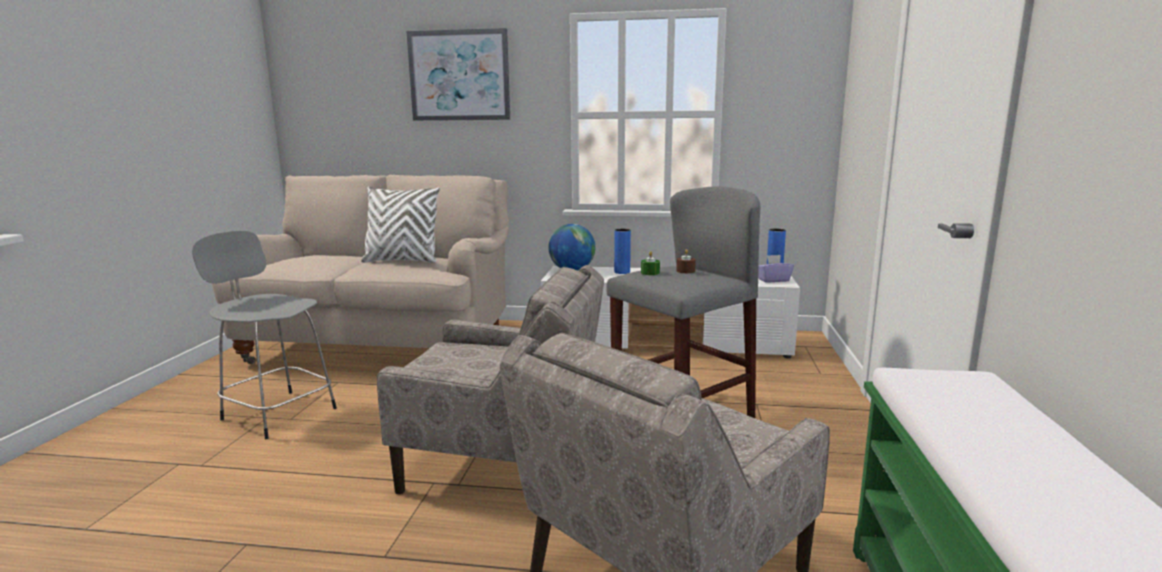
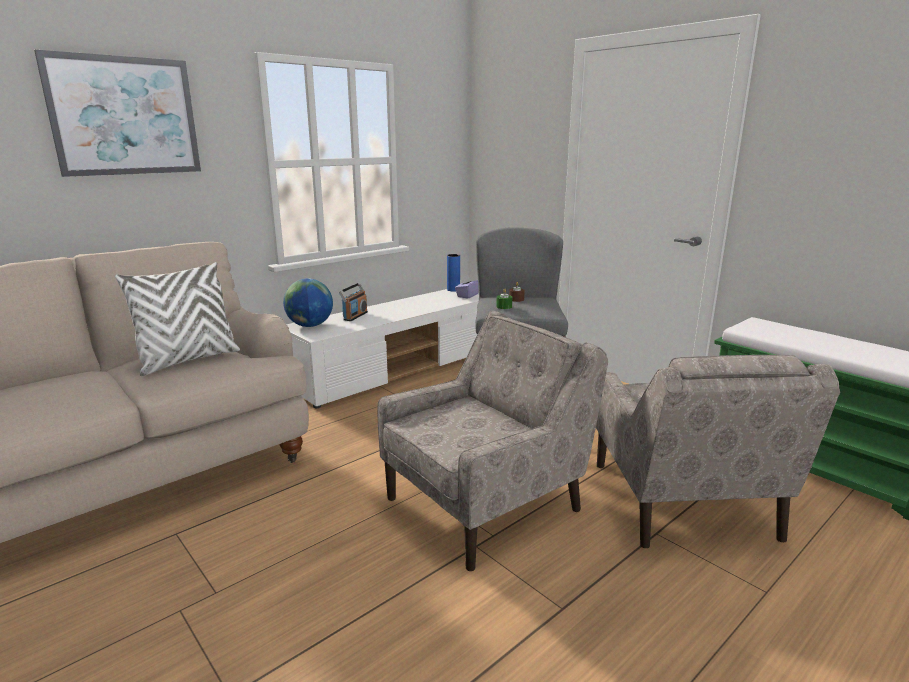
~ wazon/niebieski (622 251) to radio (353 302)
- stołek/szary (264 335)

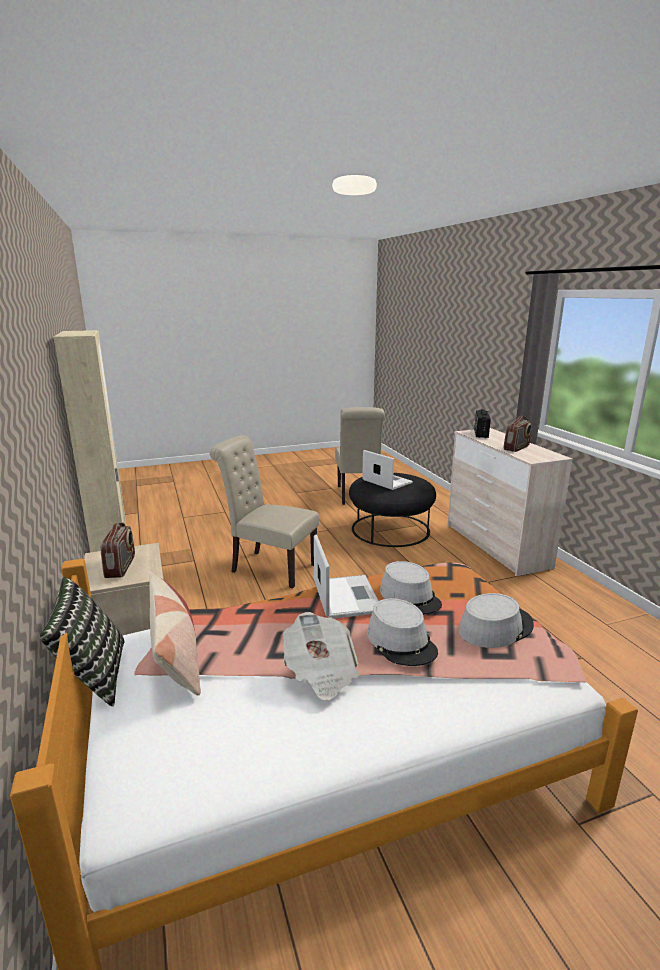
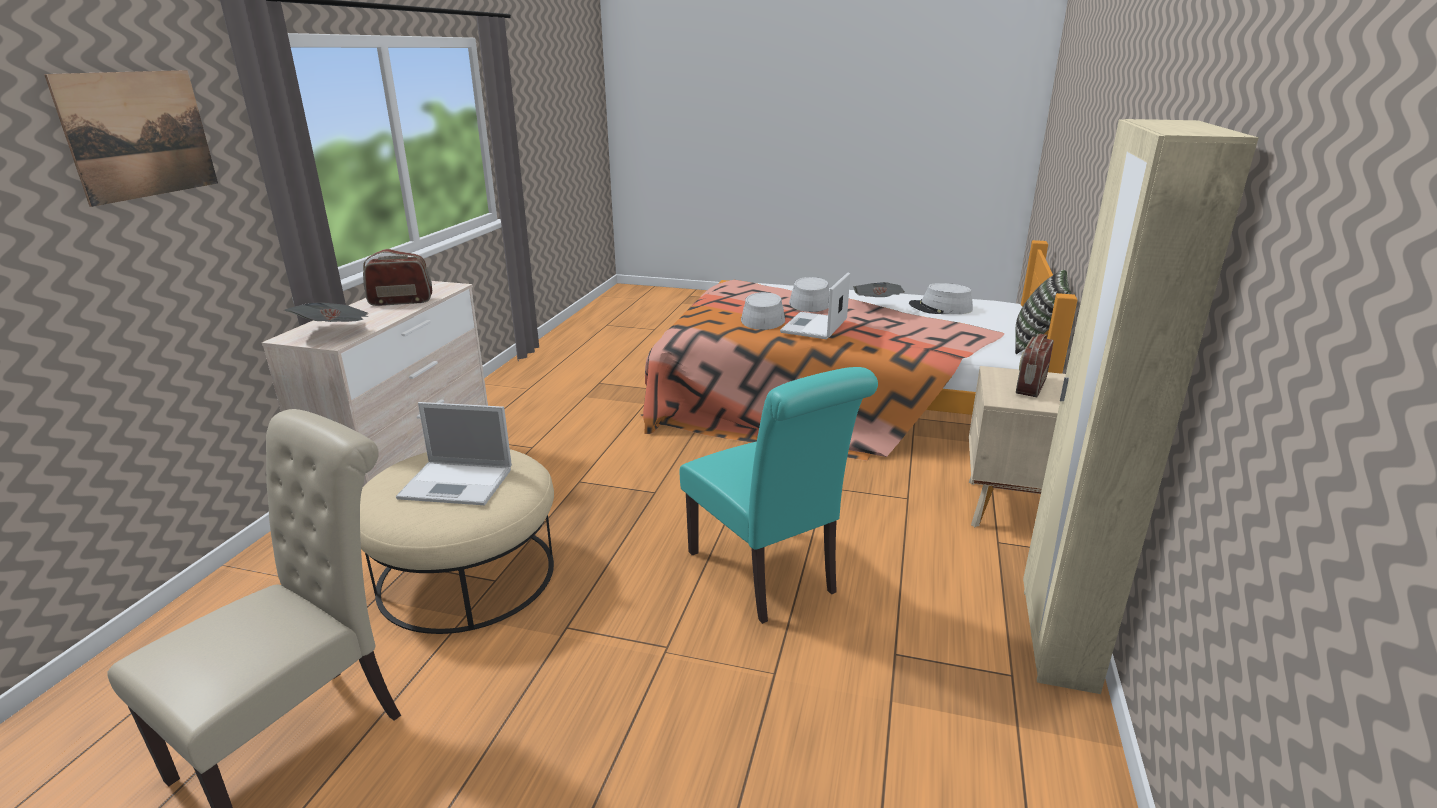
~ radio (482 423) to gazeta (326 312)
~ krzesło/beżowy (264 511) to krzesło/turkusowy (779 495)
~ laptop (387 470) = (454 453) 75 degrees counterclockwise
~ pufa/czarny (392 510) to pufa/beżowy (457 541)
- poduszka (175 634)
~ kapelusz/szary (496 620) to (941 298)
+ obraz (131 138)

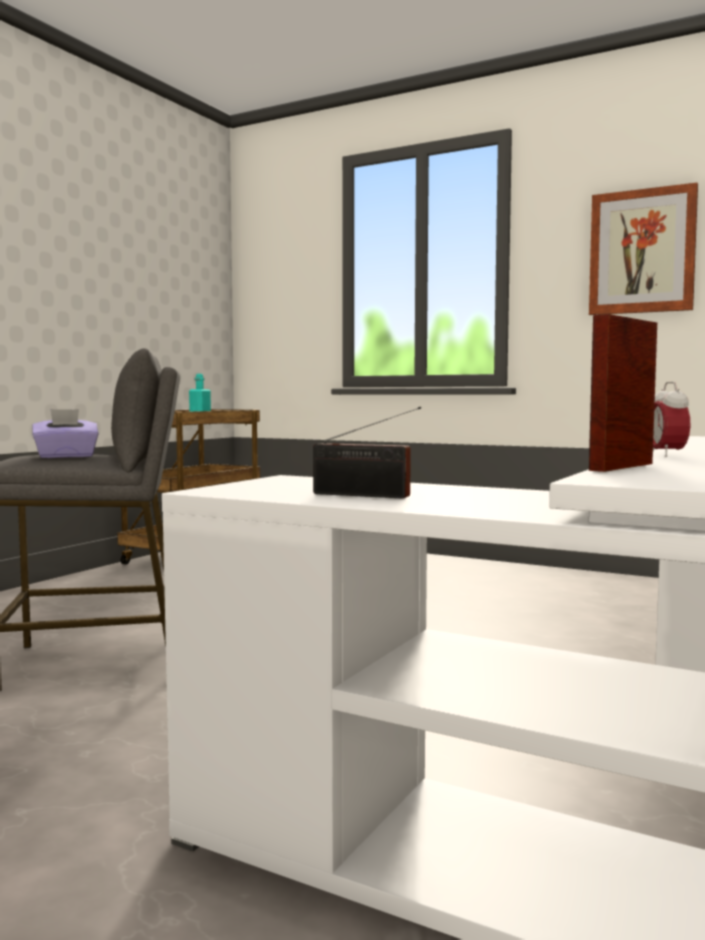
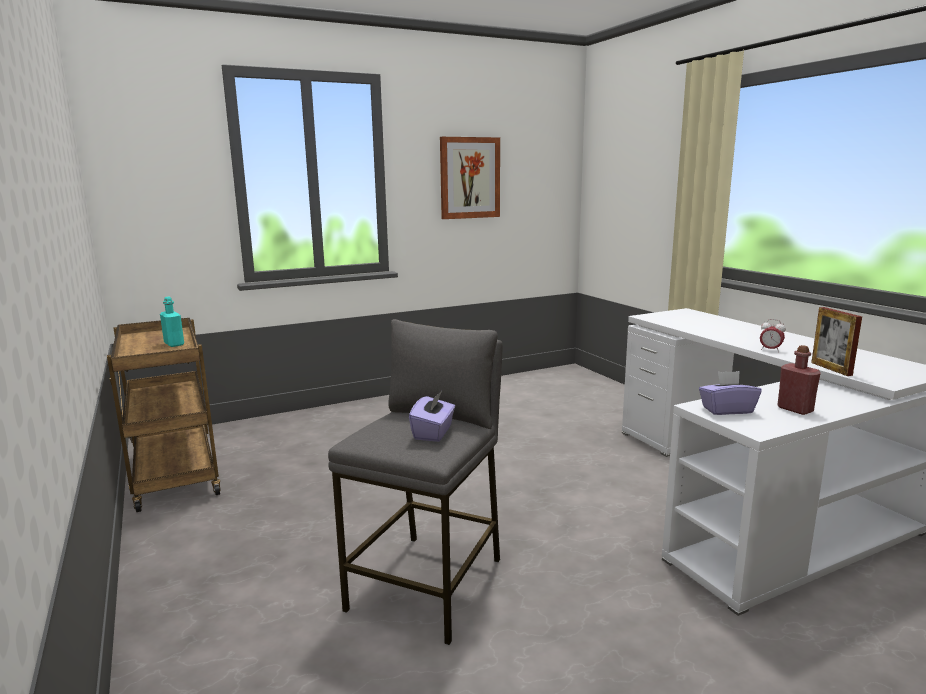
~ radio (367 453) to butelka/czerwony (799 380)
+ pudełko chusteczek/fioletowy (730 393)

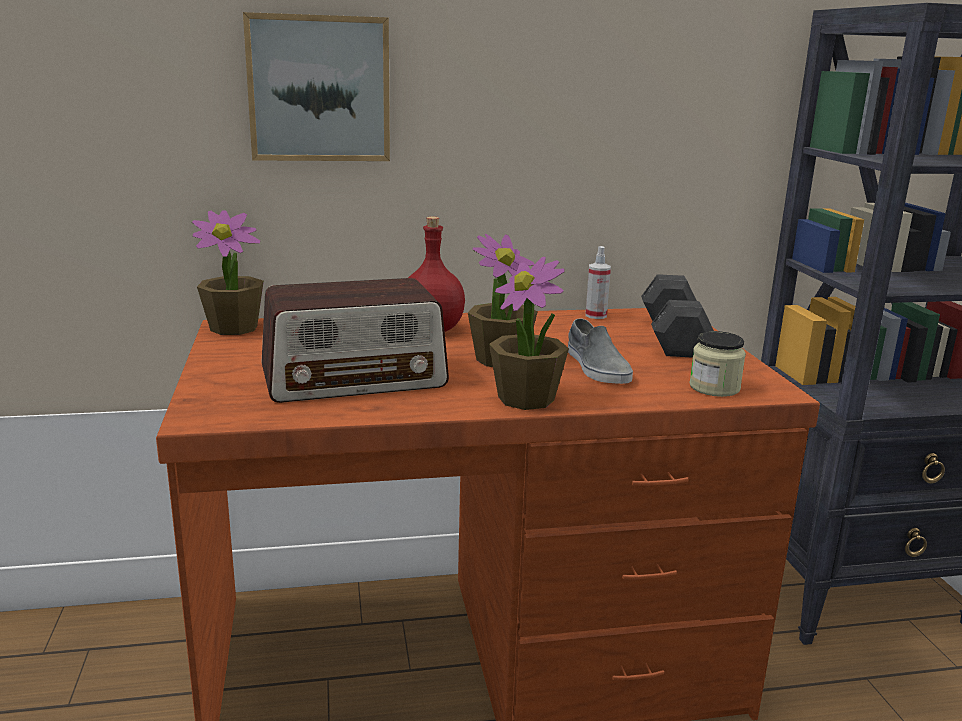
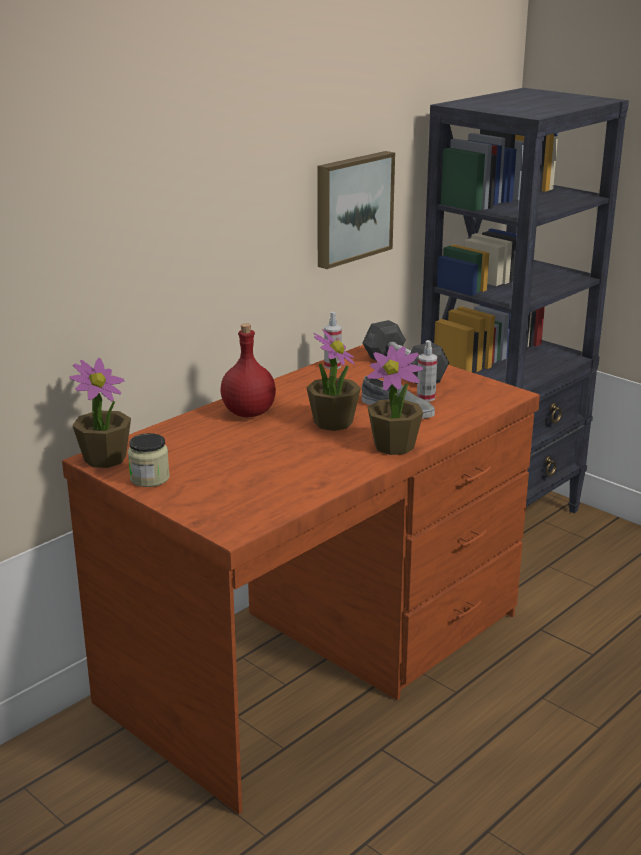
~ obraz (316 86) to (356 210)
- radio (355 340)
~ słoik (717 364) to (149 460)
+ spryskiwacz (427 370)

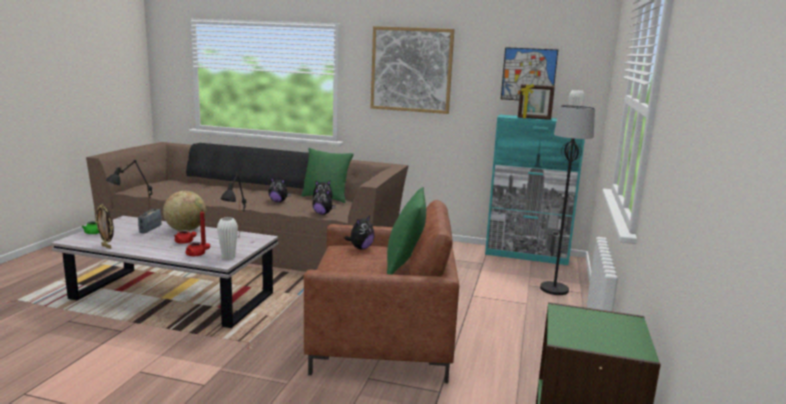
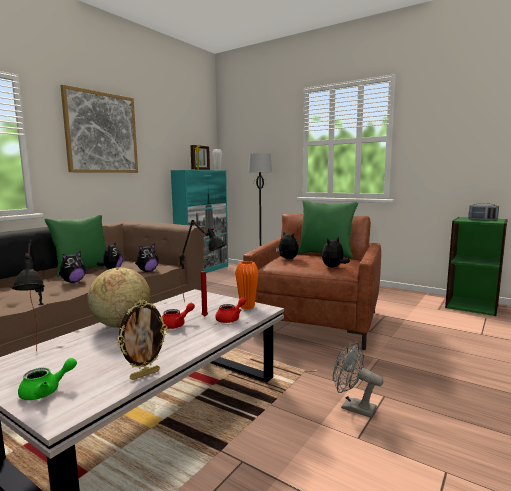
- obraz (529 73)
~ radio (150 221) to (483 212)
~ wazon/biały (227 238) to wazon/pomarańczowy (247 285)
+ pluszak (336 252)
+ wentylator/szary (358 380)

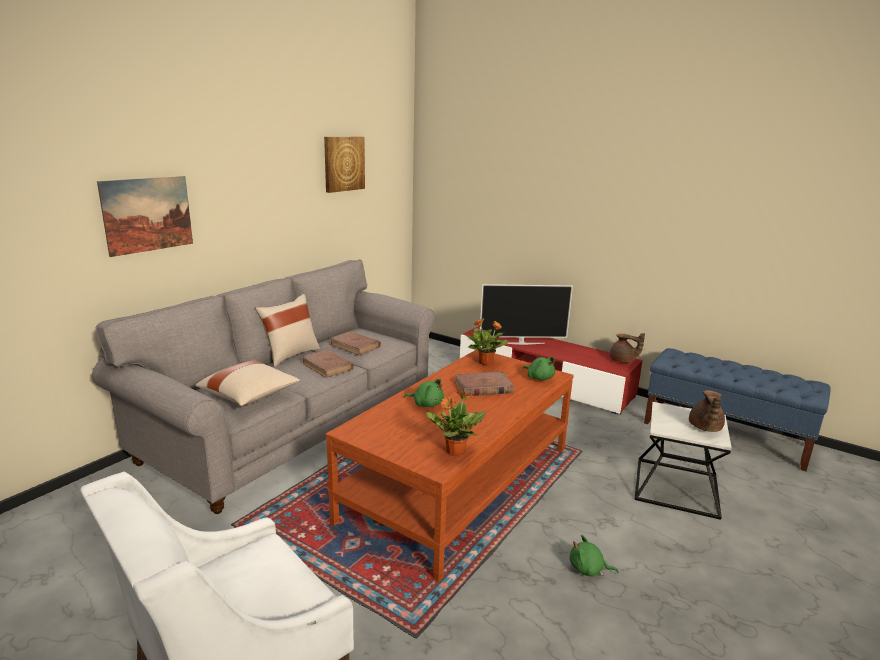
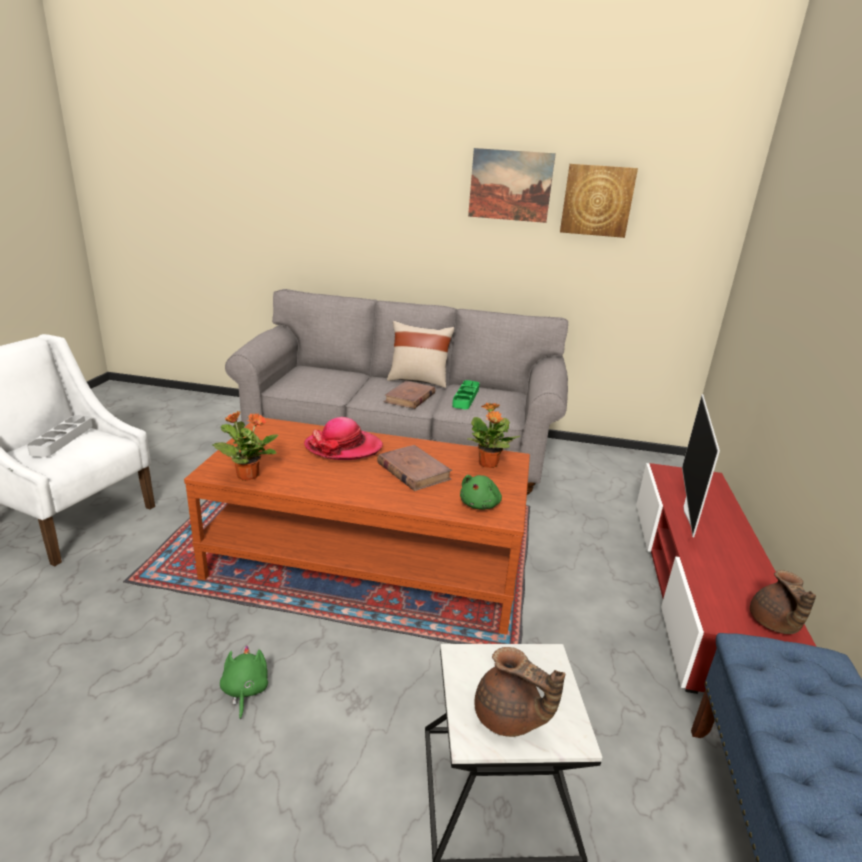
~ obraz (145 216) to (512 185)
~ telewizor (526 314) = (701 465) 45 degrees clockwise
~ książka/brązowy (355 343) to taca/zielony (466 394)
- poduszka/beżowy (247 383)
~ pluszak/zielony (424 393) to kapelusz (343 438)
~ imbryk/brązowy (707 411) = (519 692) 135 degrees counterclockwise
+ taca/szary (60 436)

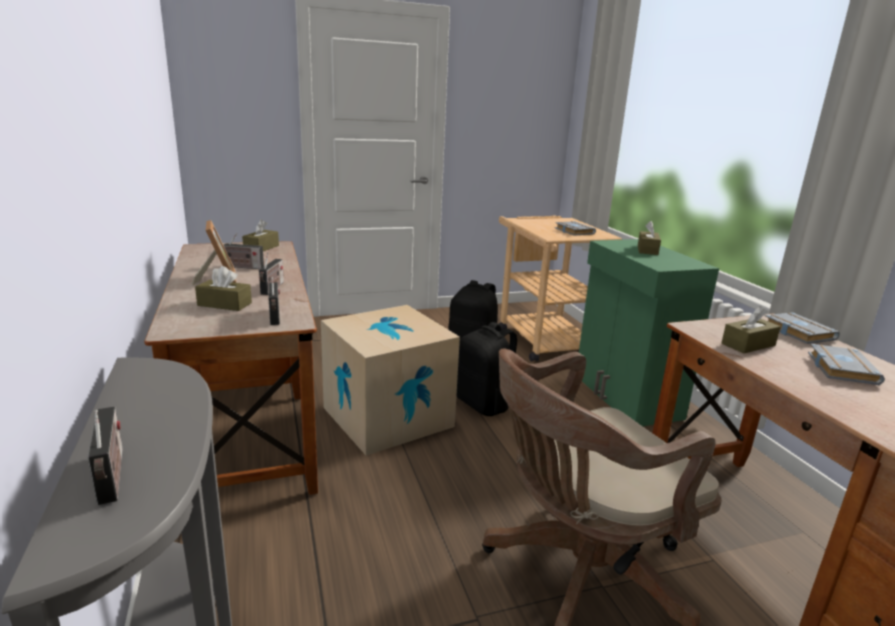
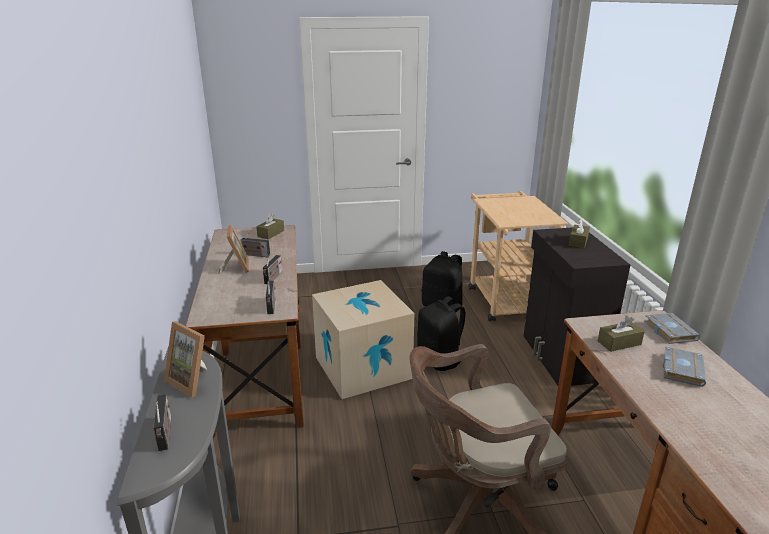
- książka/szary (575 228)
~ szafka/zielony (649 332) to szafka/czarny (577 306)
- pudełko chusteczek/brązowy (223 288)
+ ramka na zdjęcie (185 359)

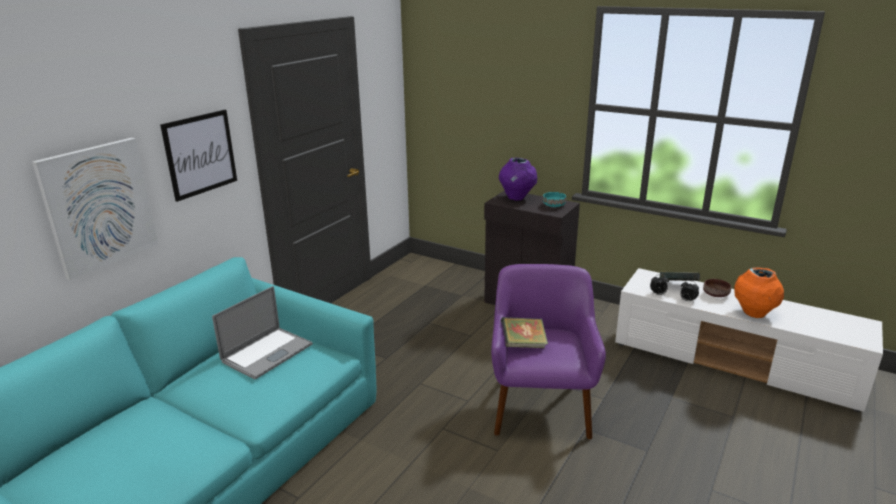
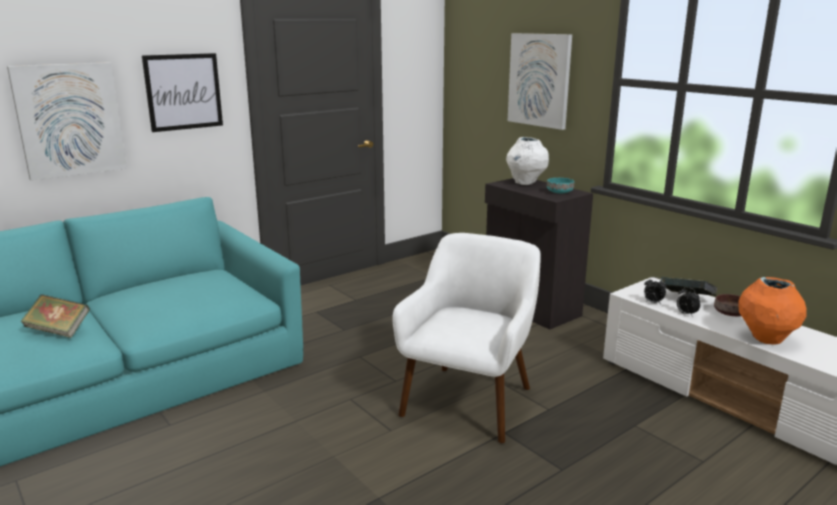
~ wazon/fioletowy (518 179) to wazon/biały (527 161)
~ fotel/fioletowy (548 352) to fotel/biały (466 338)
- laptop (262 333)
~ książka (524 332) to (55 316)
+ obraz (540 81)

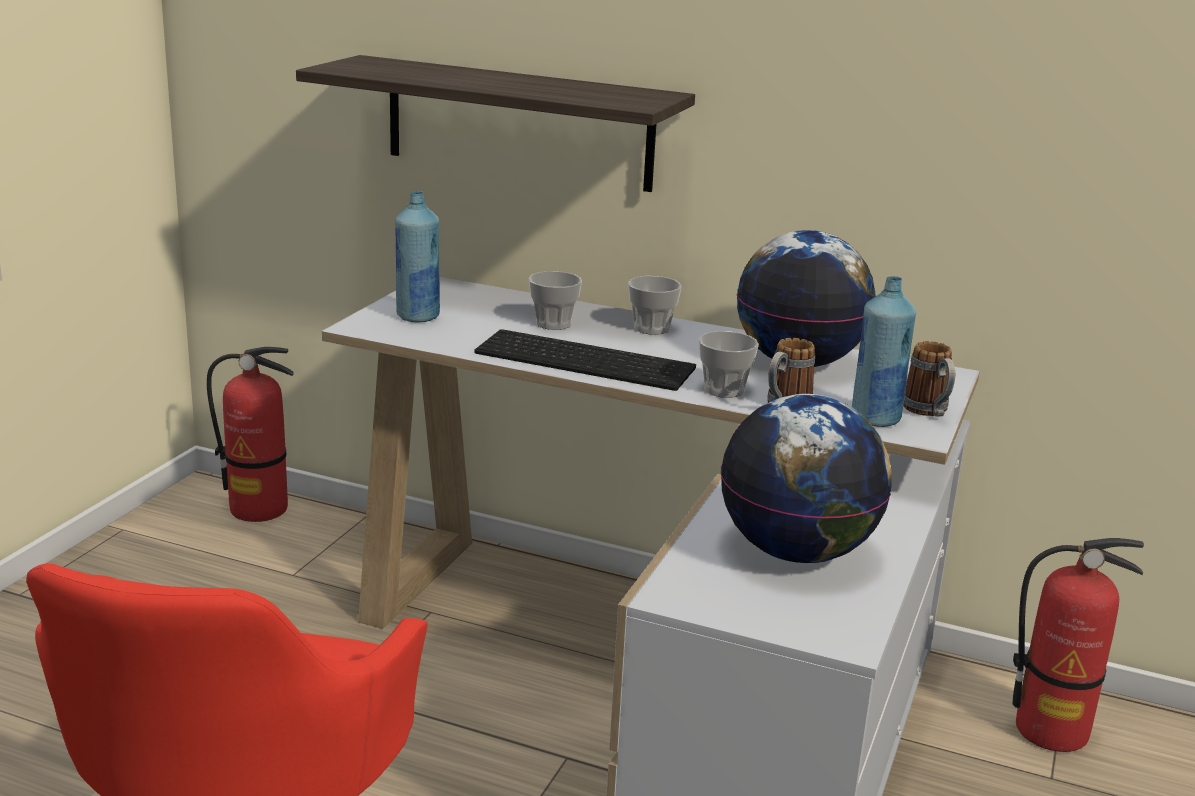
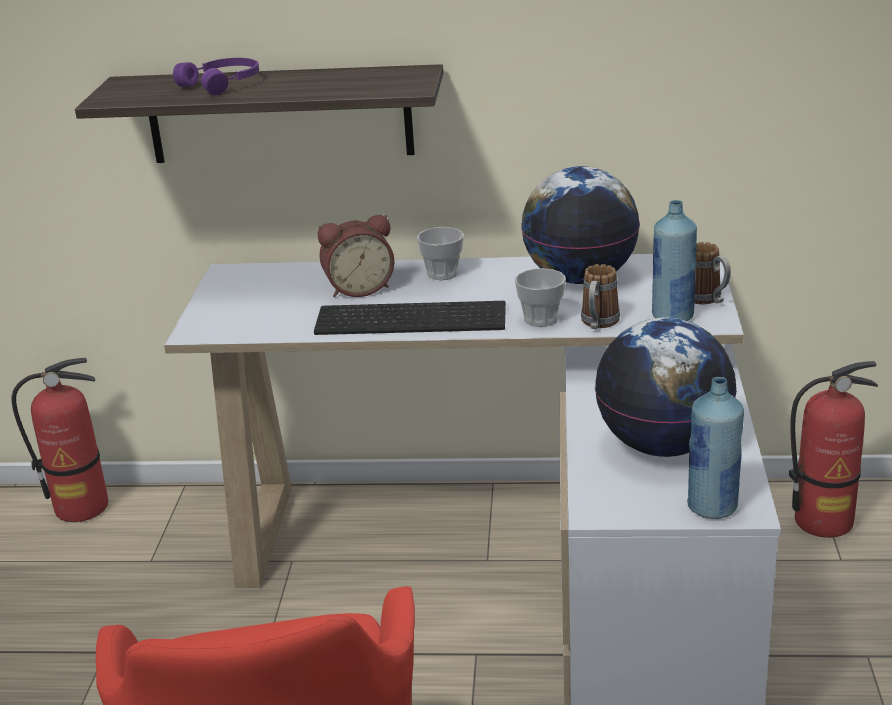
~ butelka/niebieski (417 256) to (715 448)
~ filiżanka (555 300) to budzik (356 256)
+ słuchawki/fioletowy (216 76)

